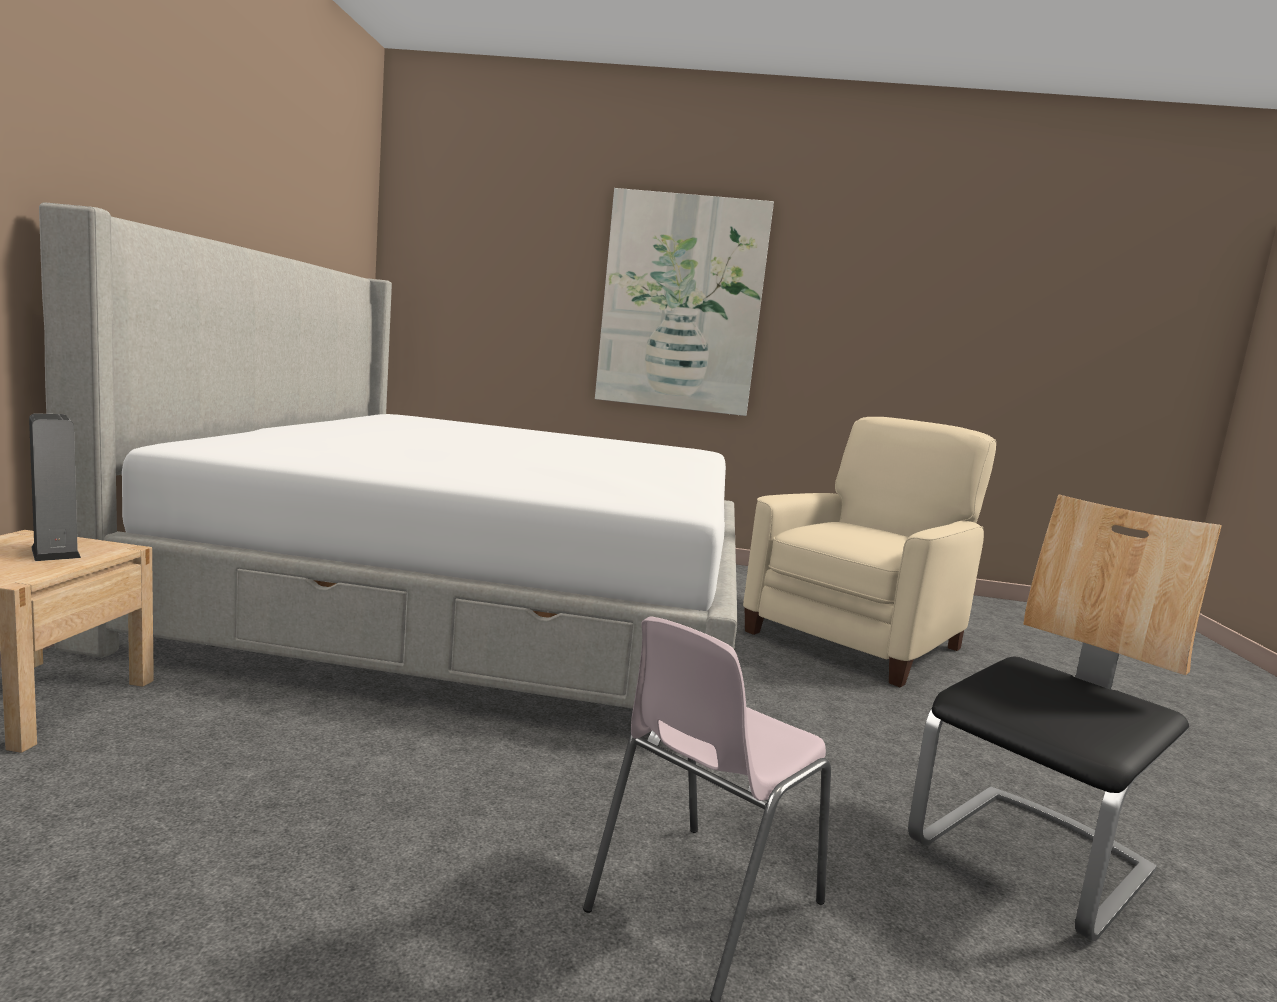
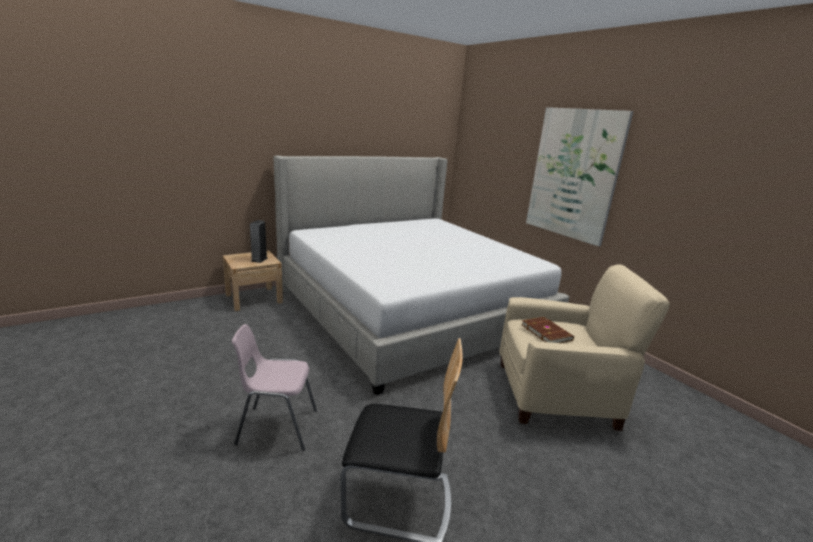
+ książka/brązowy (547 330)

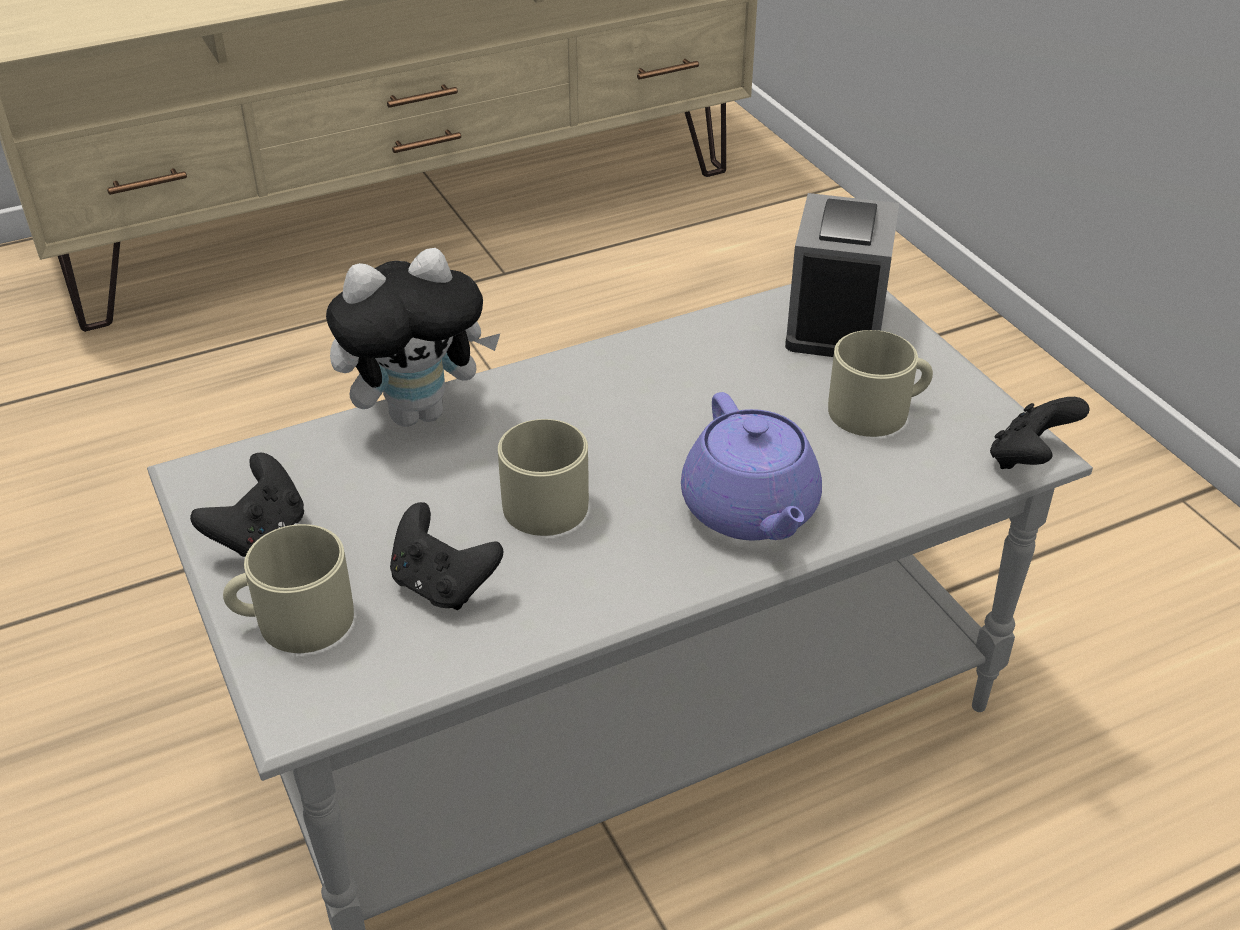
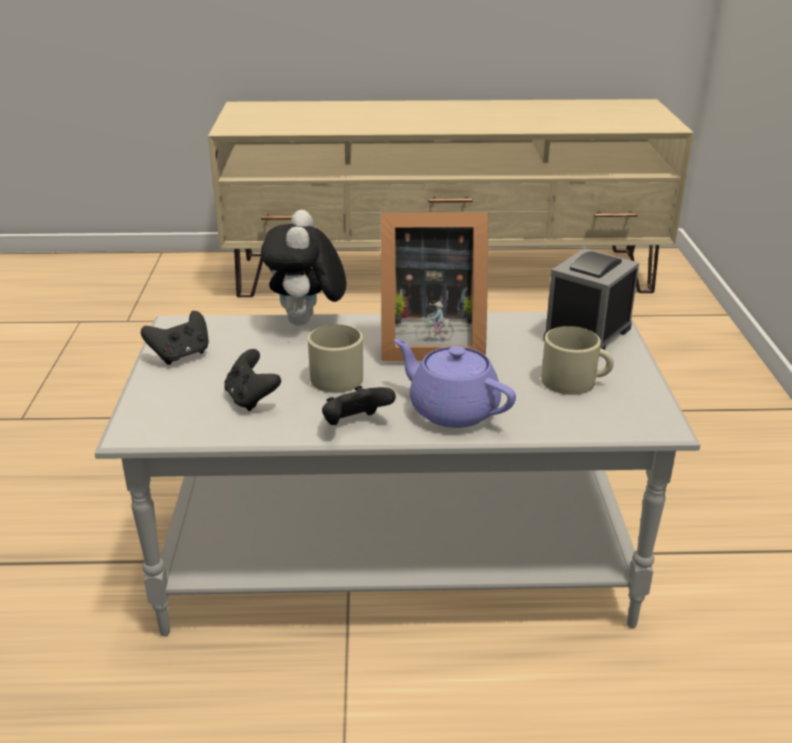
~ pluszak (413 337) = (303 268) 90 degrees clockwise
~ imbryk/fioletowy (751 466) = (455 383) 120 degrees clockwise
~ pad do gier/czarny (1039 433) to (359 405)
- kubek/beżowy (288 588)
+ ramka na zdjęcie (434 286)

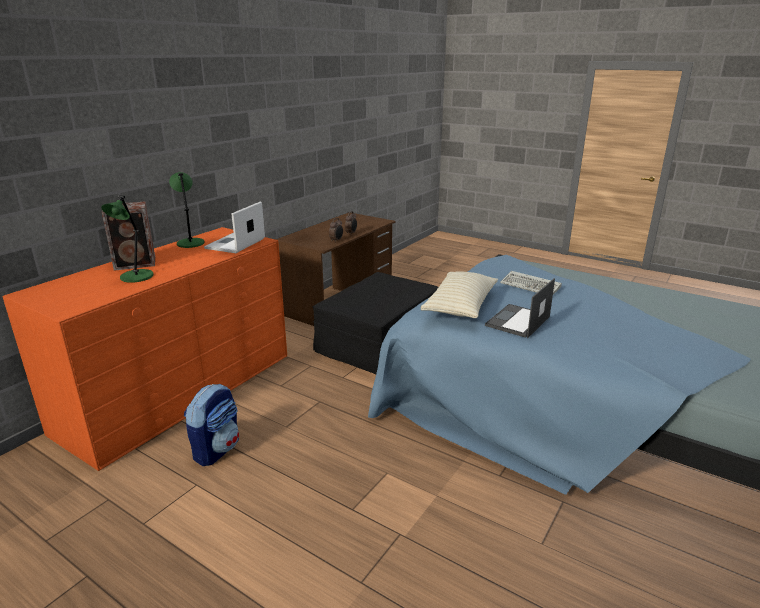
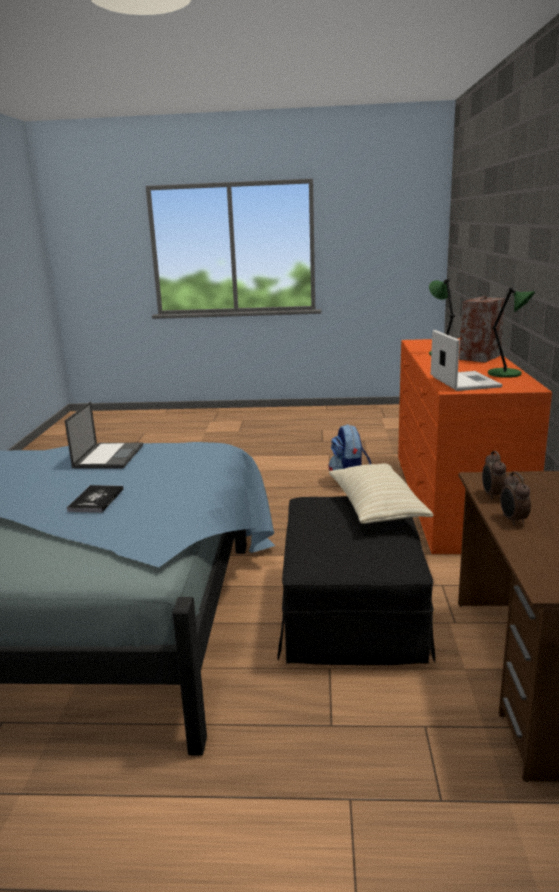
~ poduszka/beżowy (459 294) to (381 493)
~ klawiatura (531 283) to książka (95 499)

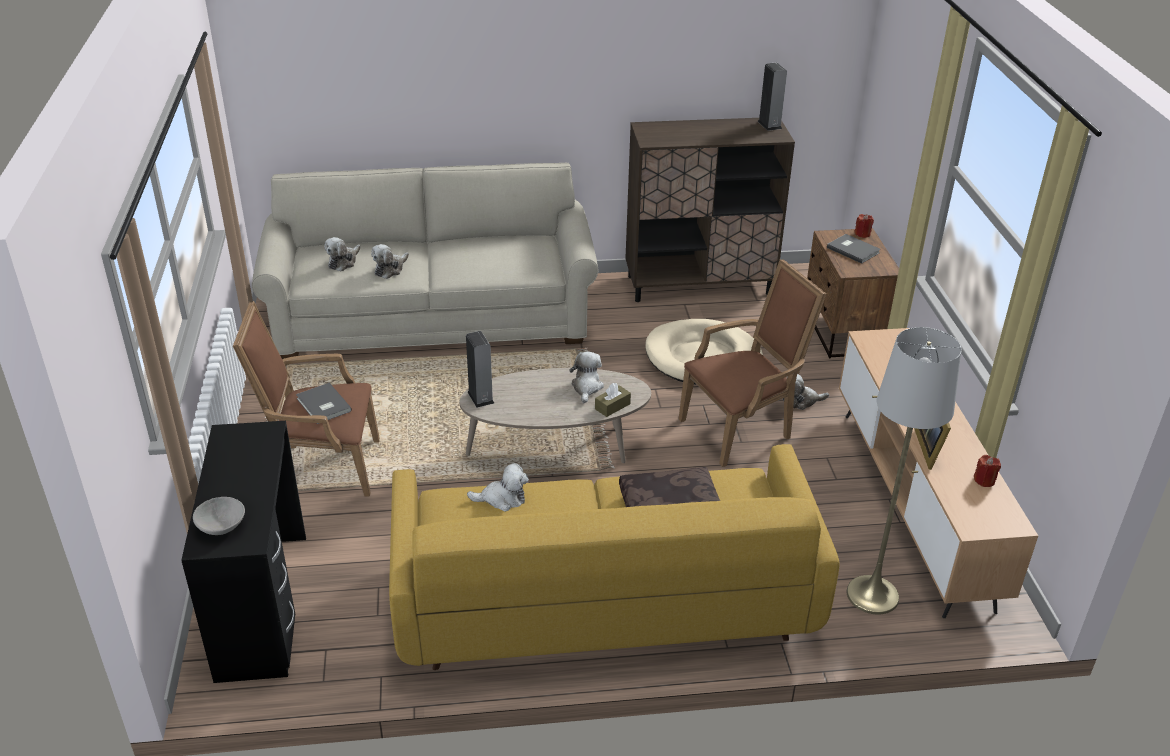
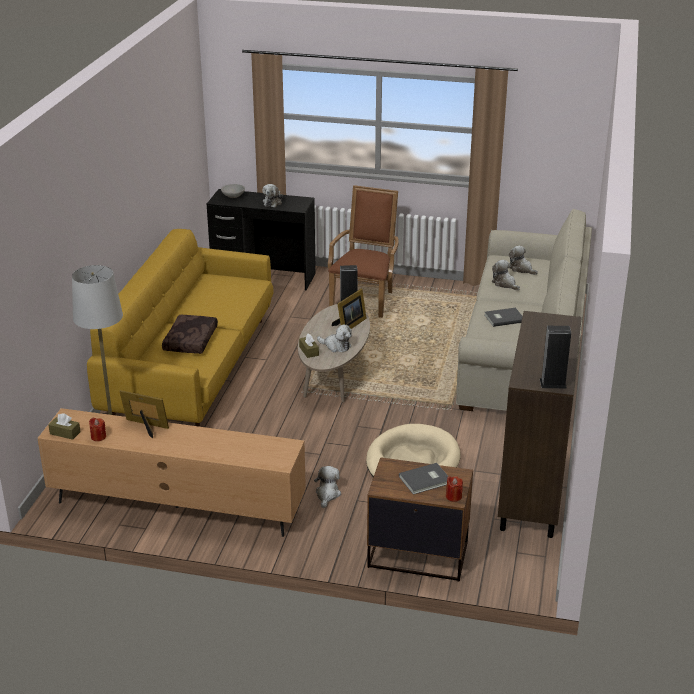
- fotel/brązowy (753 363)
~ książka/szary (324 403) to (504 317)
~ pluszak (498 487) to (272 195)
+ ramka na zdjęcie (349 309)
+ pudełko chusteczek/brązowy (64 426)

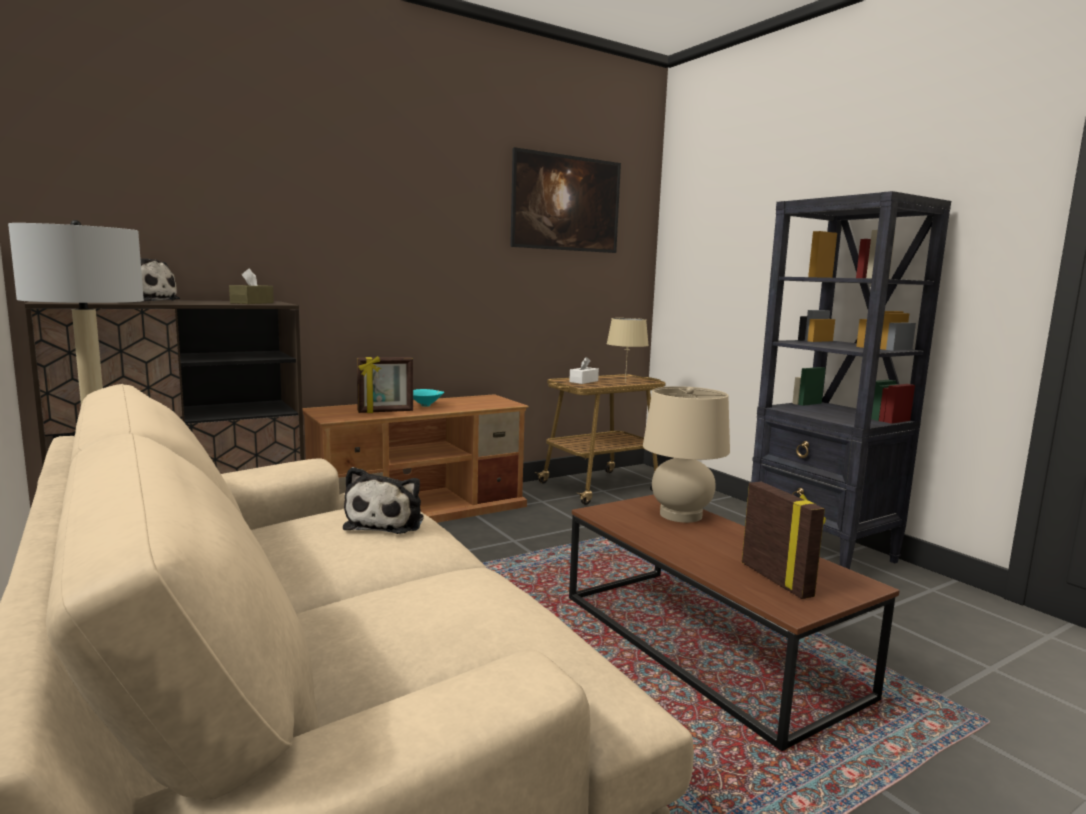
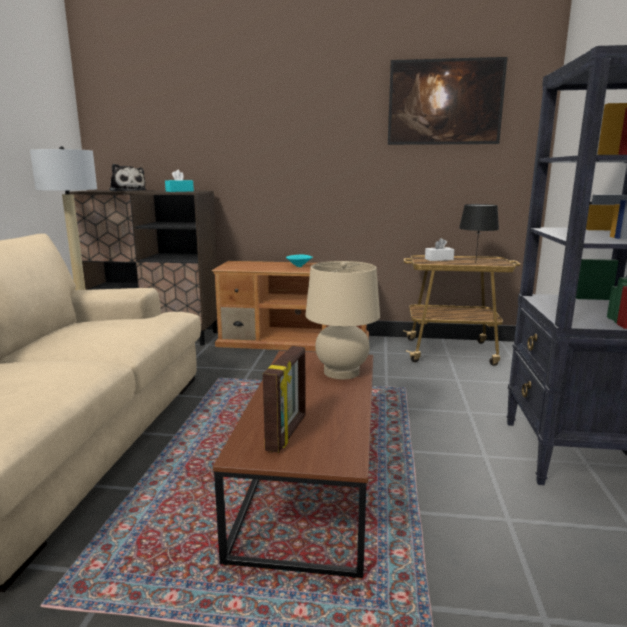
~ pudełko chusteczek/brązowy (251 286) to pudełko chusteczek/turkusowy (179 181)
~ lampa stołowa/beżowy (628 350) to lampa stołowa/czarny (479 231)
- ramka na zdjęcie (385 384)
- pluszak (383 500)

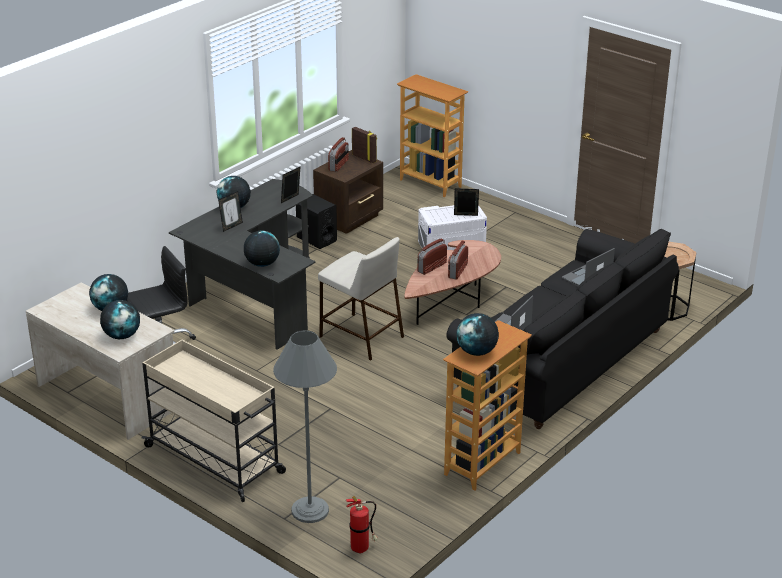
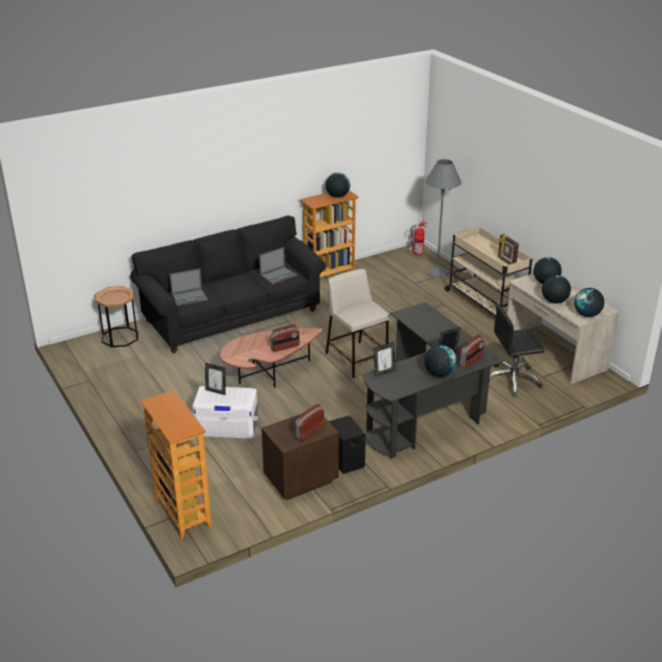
~ ramka na zdjęcie (364 145) to (508 249)
~ globus (262 248) to (589 302)
~ radio (458 260) to (471 351)

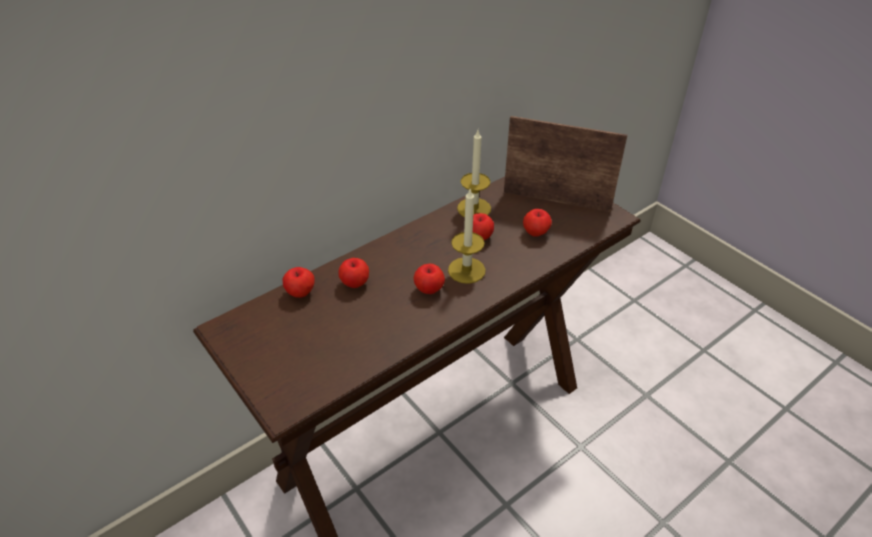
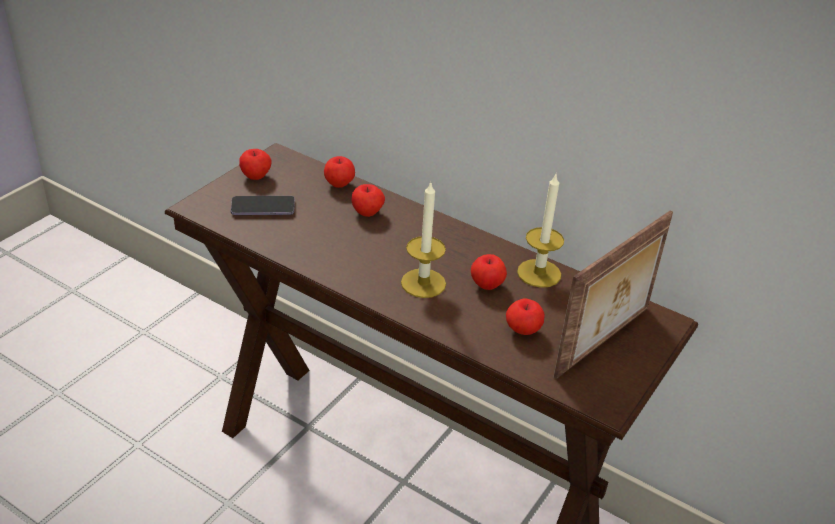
~ ramka na zdjęcie (566 164) = (613 294) 45 degrees clockwise
~ jabłko (429 279) to (255 164)
+ telefon (263 205)

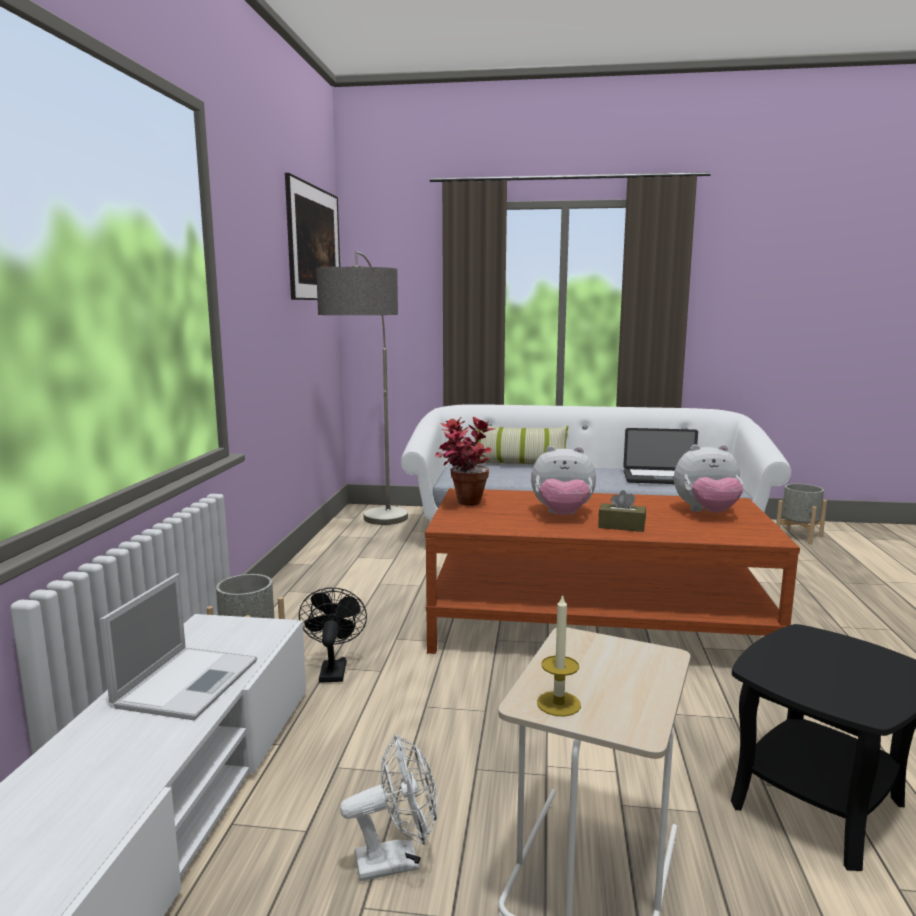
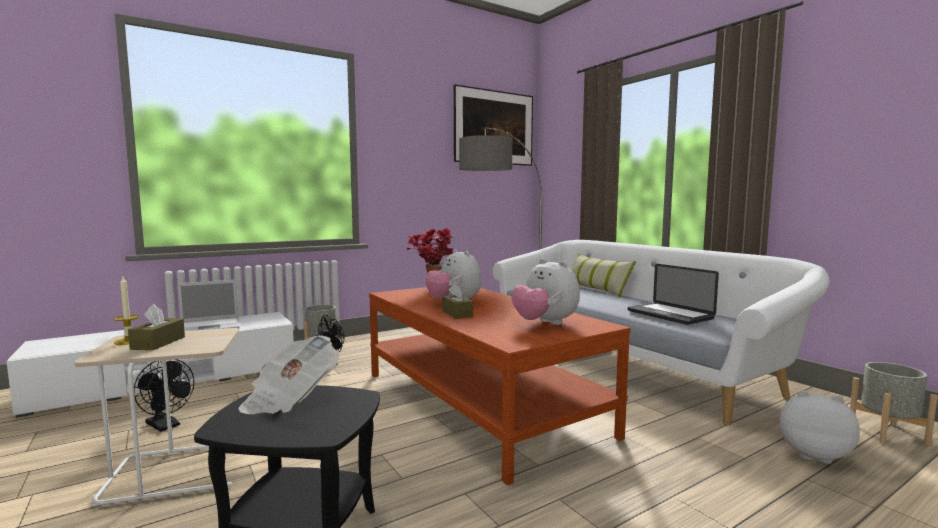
~ wentylator/biały (389 808) to wentylator/czarny (164 395)
+ pudełko chusteczek/brązowy (156 327)
+ gazeta (288 374)
+ pluszak (820 427)

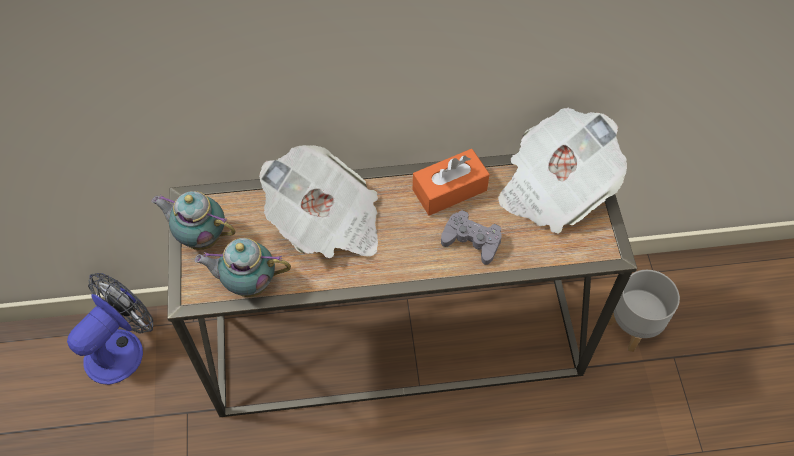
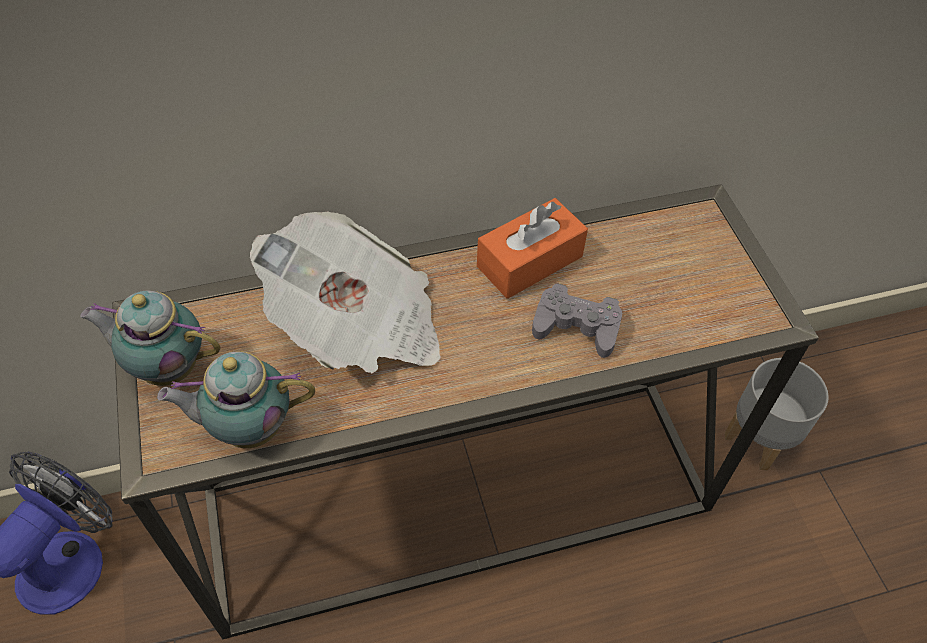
- gazeta (562 171)

